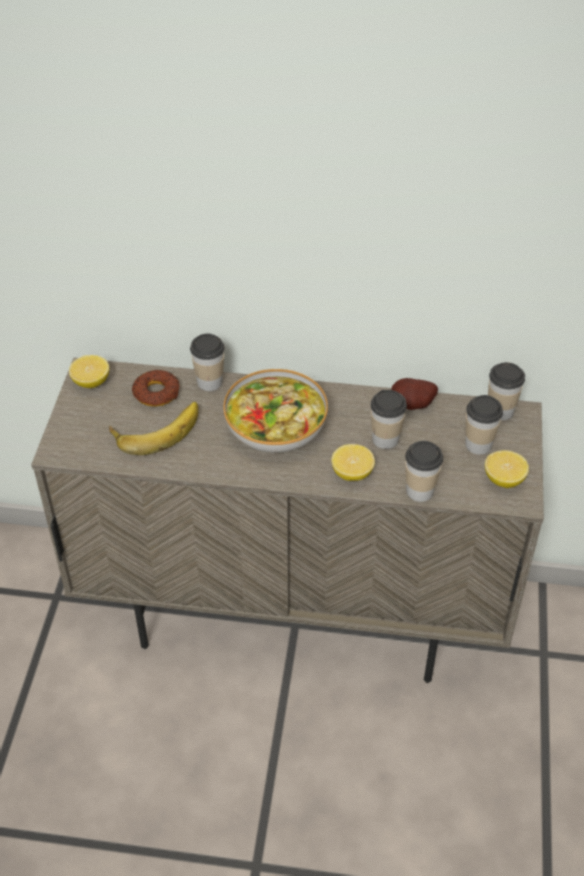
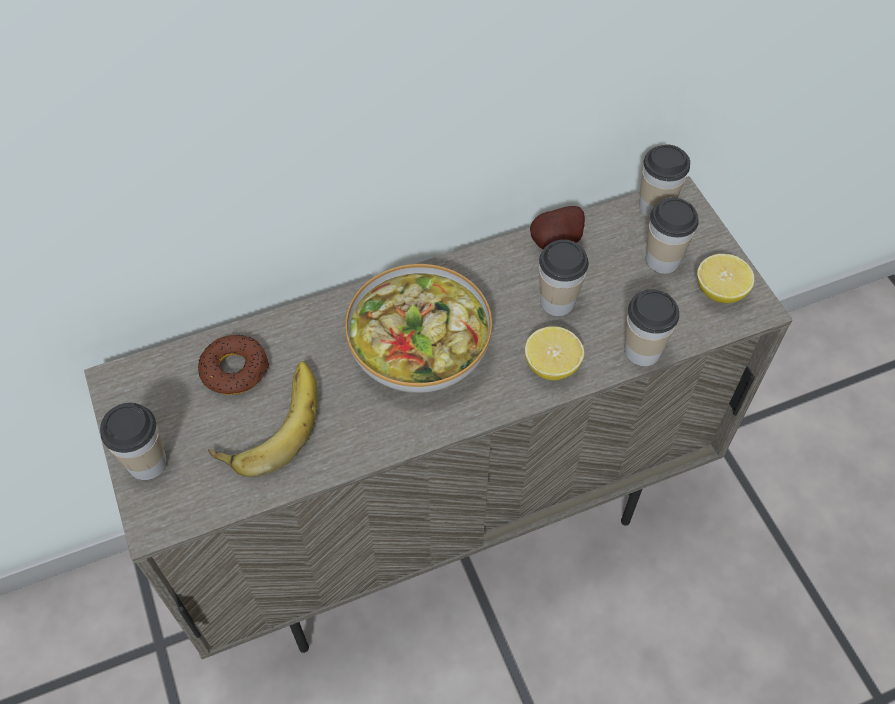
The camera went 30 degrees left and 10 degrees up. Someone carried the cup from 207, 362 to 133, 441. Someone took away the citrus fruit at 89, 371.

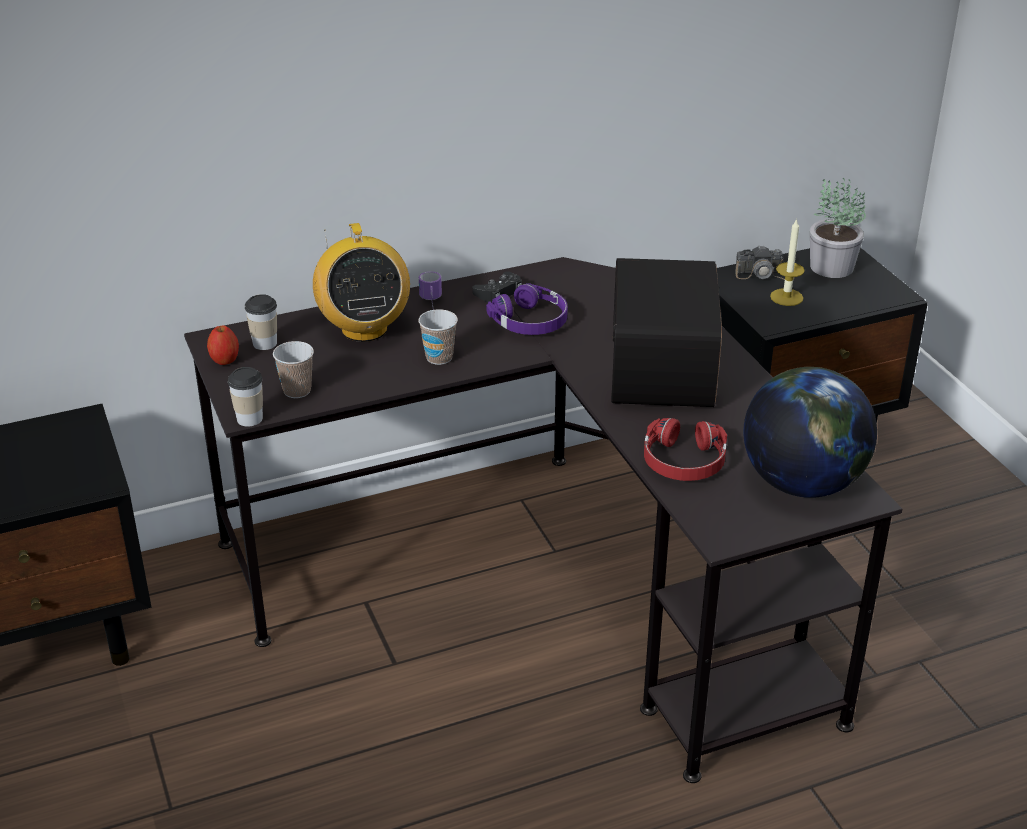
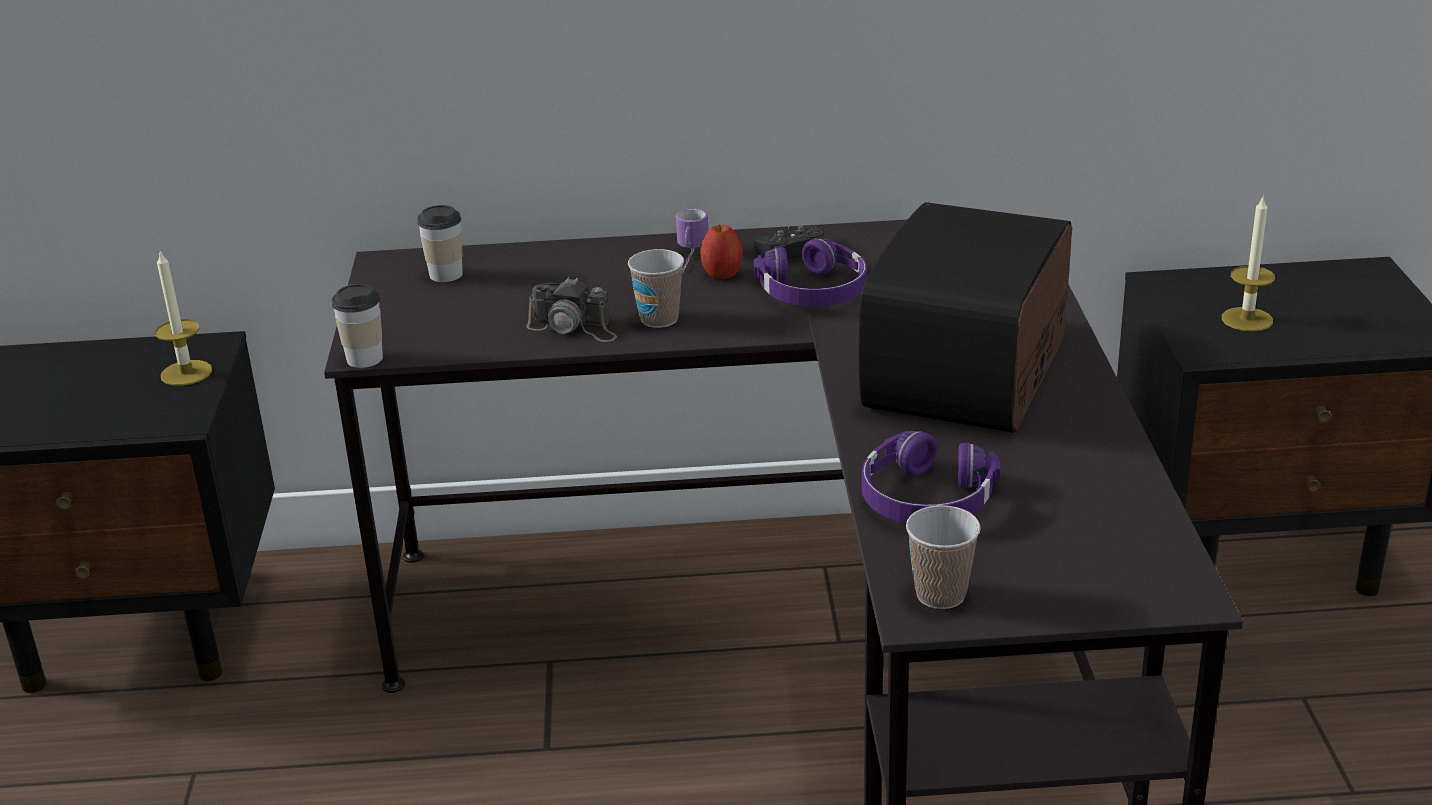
The camera went 20 degrees right and 5 degrees down. Someone took away the plant in a pot at 838, 228. Someone took away the radio set at 361, 282. Someone carried the still camera from 764, 262 to 571, 309. Someone carried the apple from 223, 345 to 721, 252. Someone carried the cup from 293, 369 to 943, 557. Someone took away the globe at 810, 432. Someone repainted the headphones (red-coloured) at 685, 449, which became the headphones (purple) at 931, 477. Someone put down the wax candle at 183, 318.

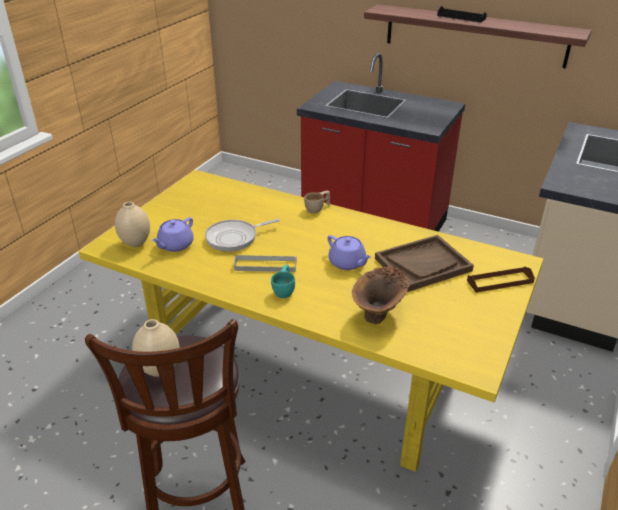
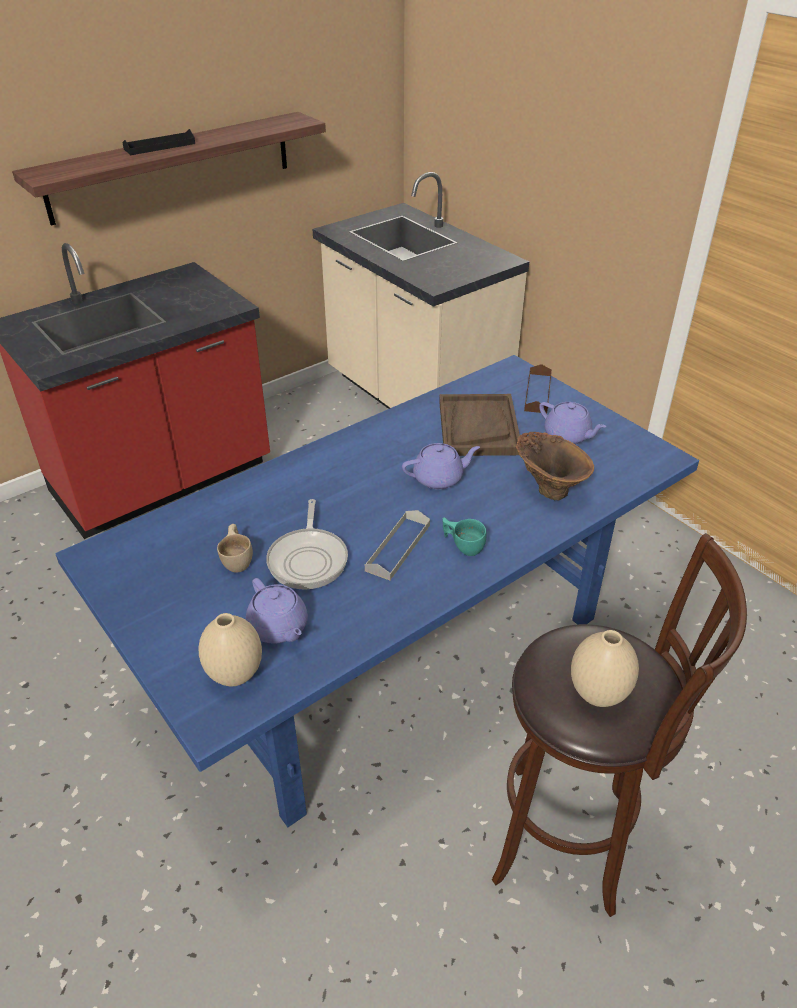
The camera went 65 degrees left and 5 degrees up. Someone repainted the dining table (yellow-coloured) at 311, 321, which became the dining table (blue) at 377, 591. Someone carried the cup (beige) from 317, 202 to 235, 548. Someone put down the pot for tea (purple) at 573, 423.

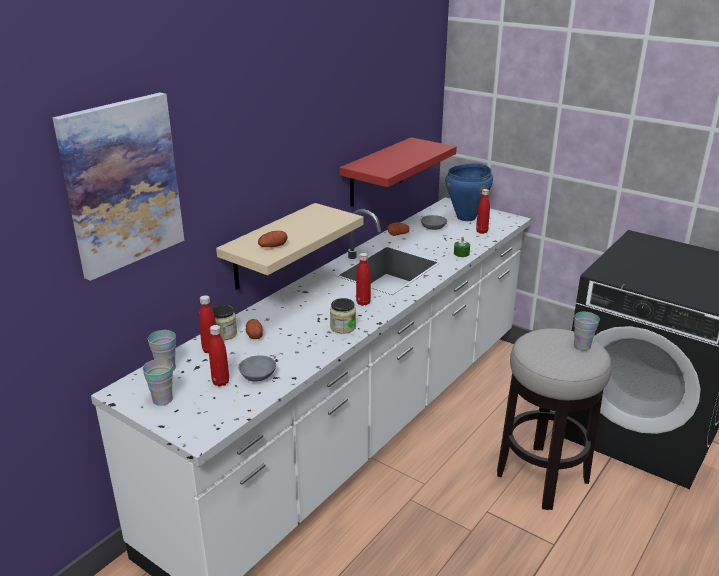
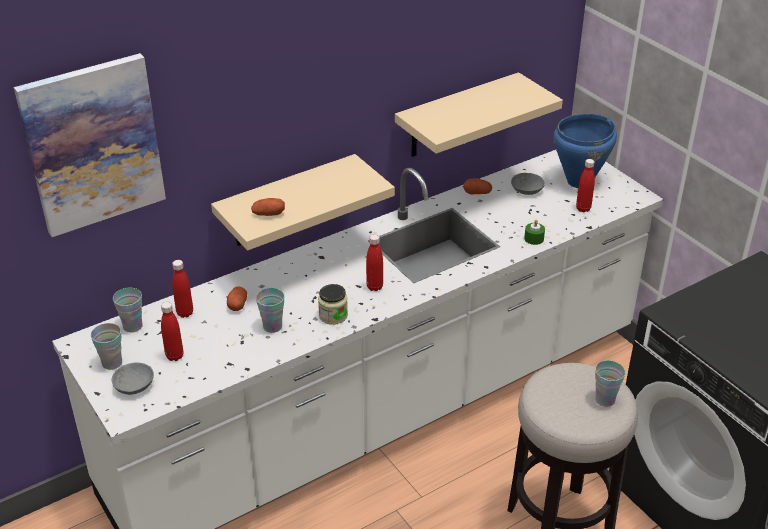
The camera went 20 degrees right and 10 degrees up. Someone repainted the bracket shelf (red-coloured) at 398, 172, which became the bracket shelf (beige) at 479, 114. Someone took away the jar at 224, 323. Someone carried the bowl (grey) from 257, 368 to 133, 378. Someone put down the cup at 270, 310.

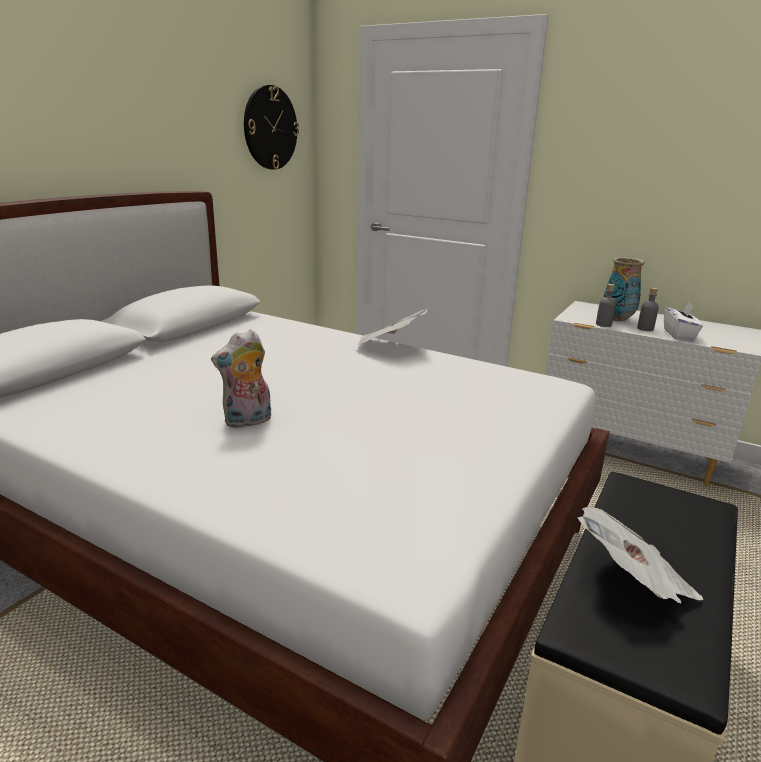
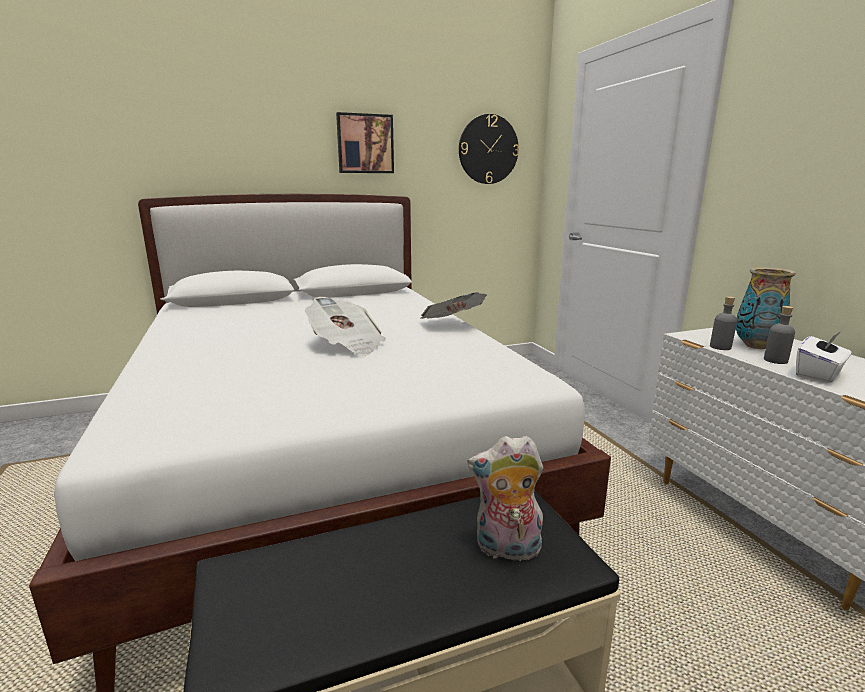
The camera went 40 degrees right and 5 degrees down. Someone carried the plush toy from 241, 378 to 505, 499. Someone carried the printed paper from 640, 555 to 345, 326. Someone put up the wall picture at 365, 142.

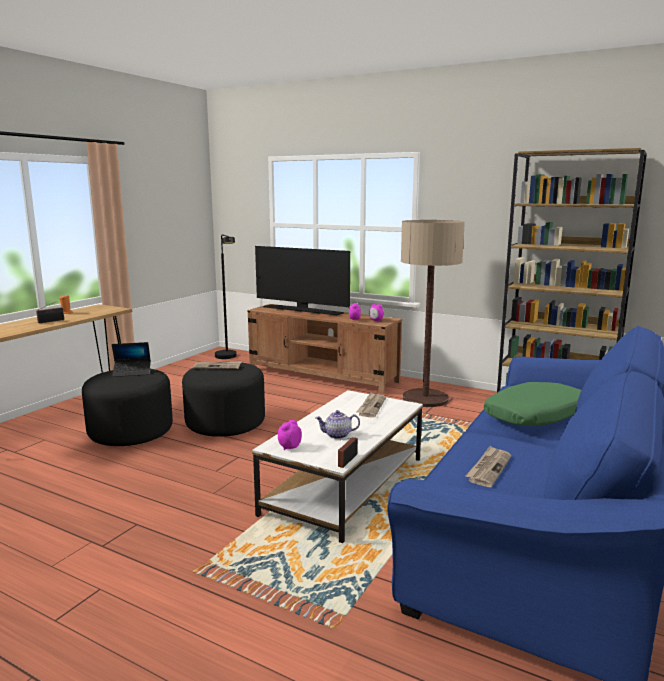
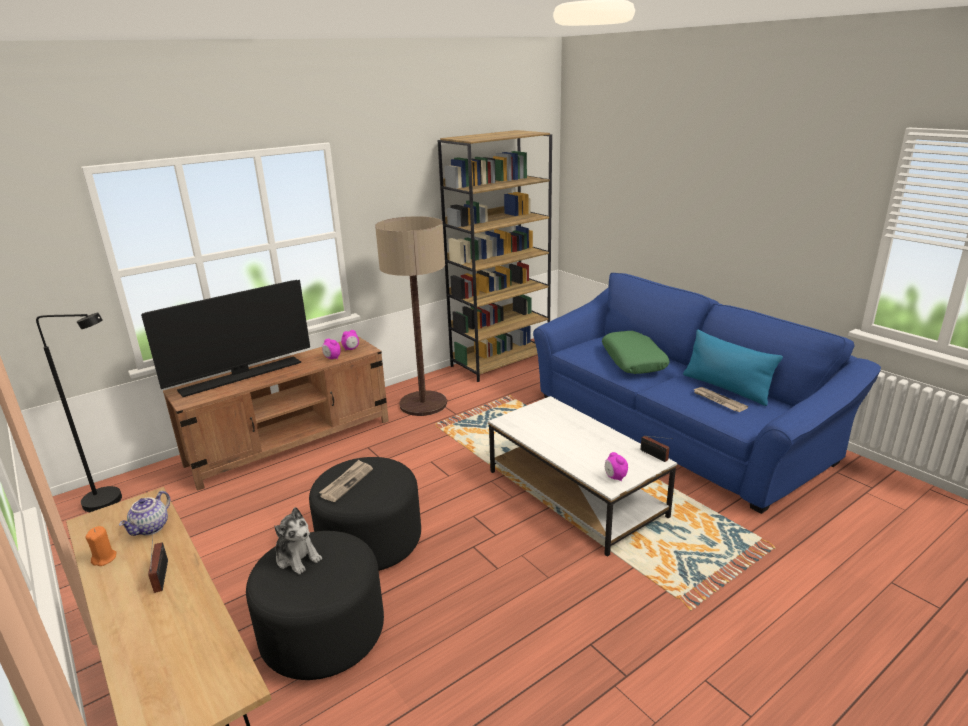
The camera went 65 degrees left and 10 degrees up. Someone swapped the notebook computer at 131, 359 for the plush toy at 298, 541. Someone took away the printed paper at 371, 405. Someone carried the pot for tea from 338, 424 to 144, 513. Someone put down the pillow (blue) at 733, 368.

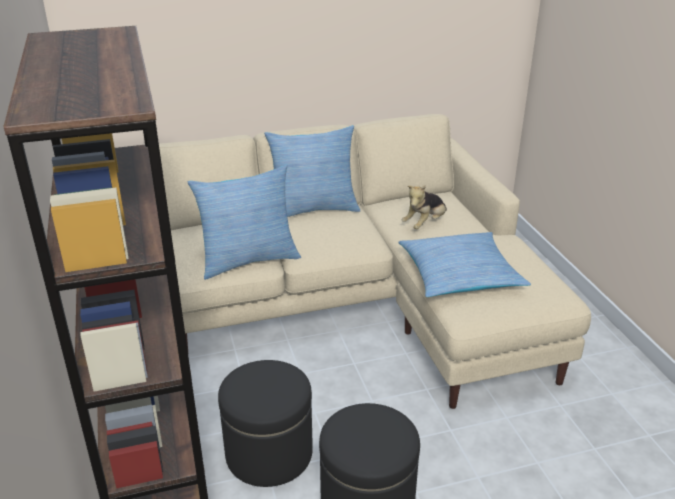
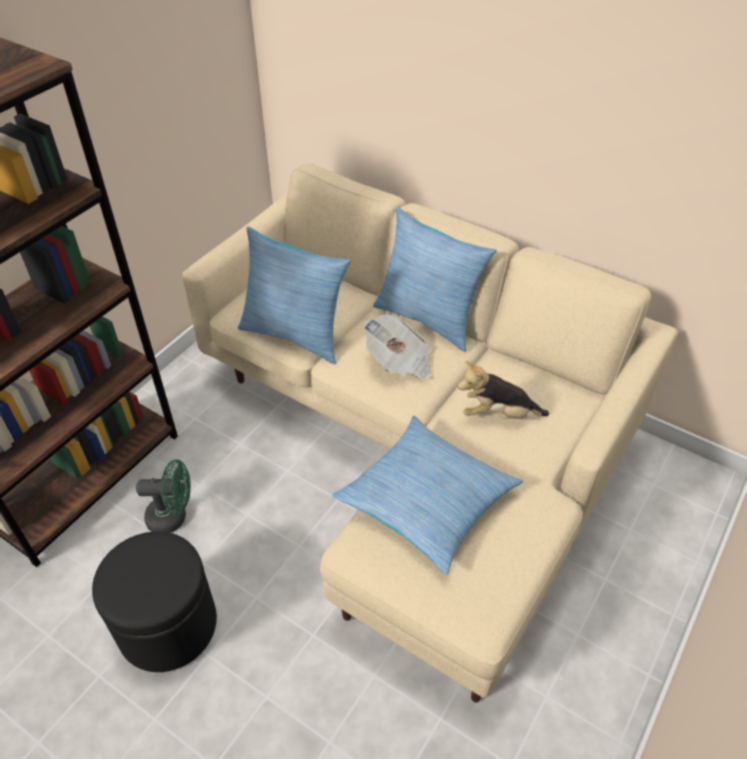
The camera went 50 degrees right and 15 degrees up. Someone swapped the footrest (black) at 265, 423 for the cooling fan (green-coloured) at 163, 496. Someone put down the printed paper at 397, 347.

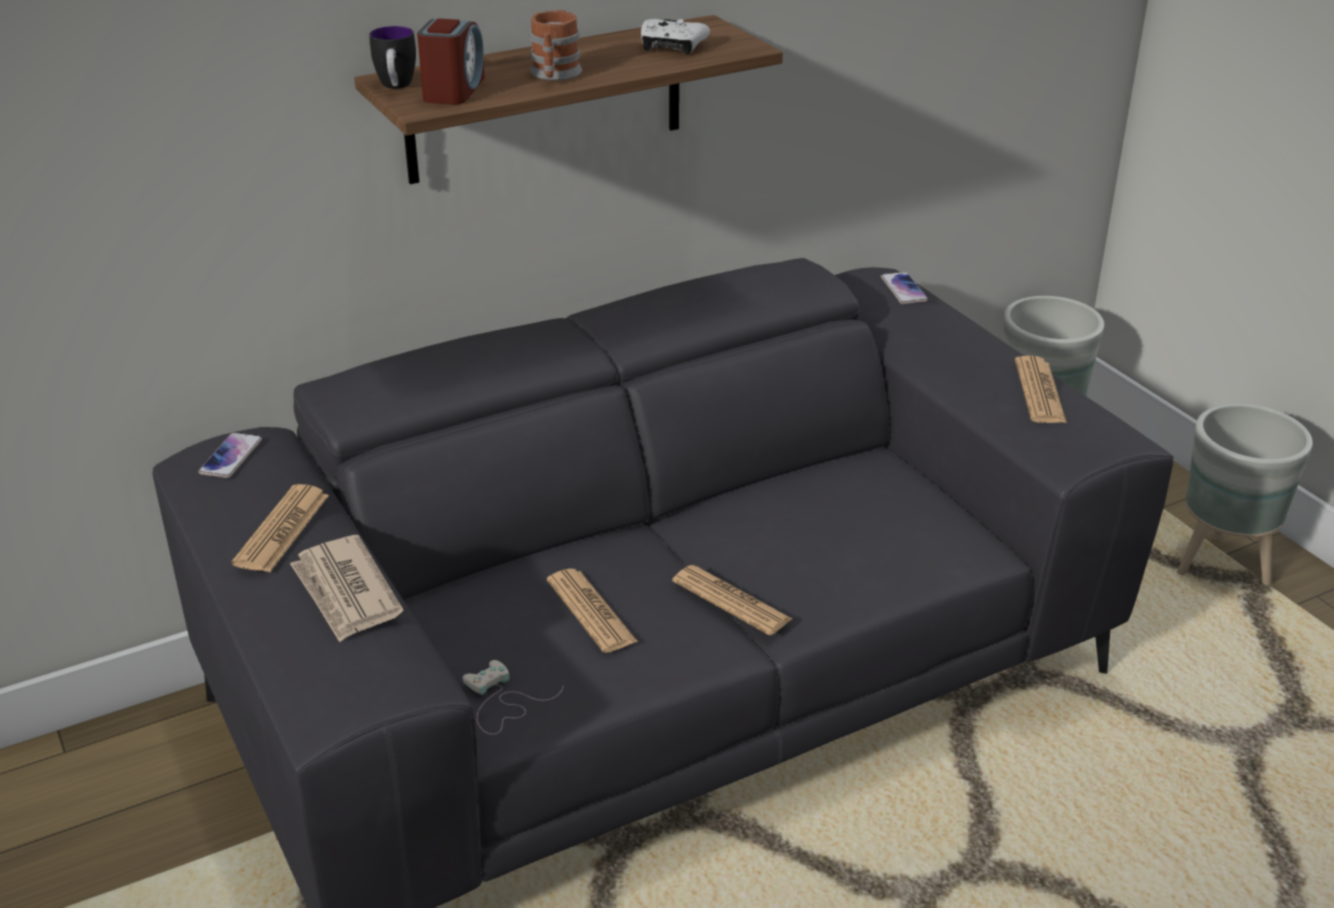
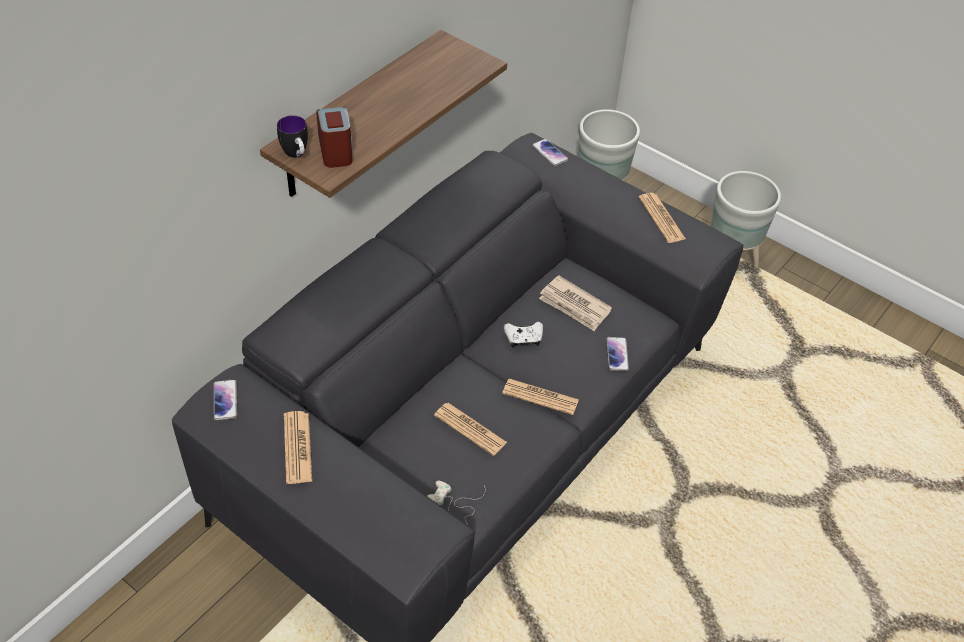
The camera went 25 degrees left and 15 degrees up. Someone took away the mug at 556, 45. Someone carried the gamepad (white) from 675, 37 to 523, 335. Someone carried the printed paper from 346, 588 to 575, 303. Someone put down the telephone at 617, 354.

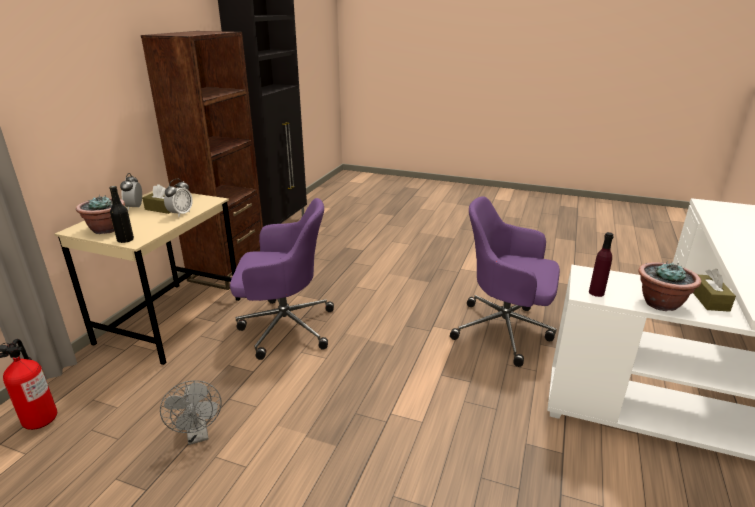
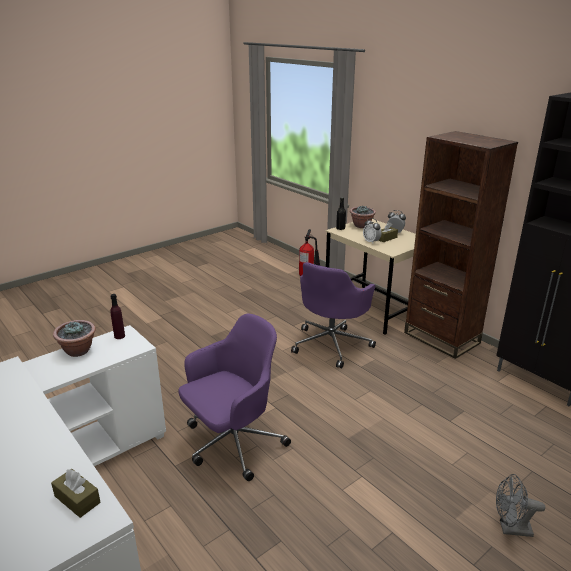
The camera went 120 degrees right and 0 degrees up. Someone carried the tissue box (brown) from 714, 290 to 76, 493. Someone carried the cooling fan (grey) from 191, 412 to 520, 505.

